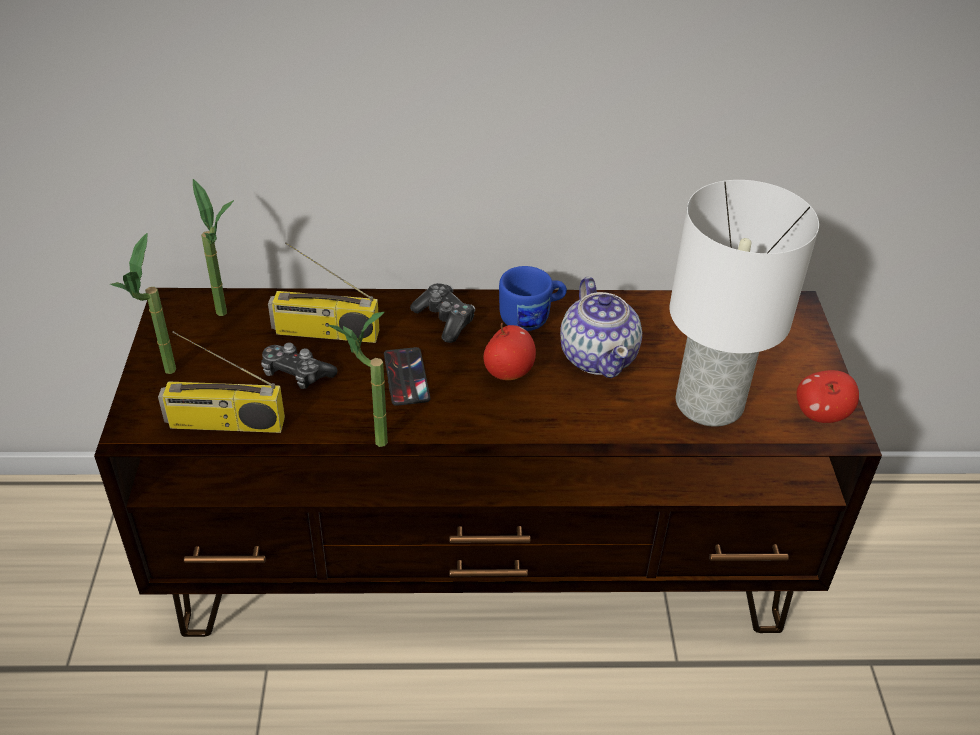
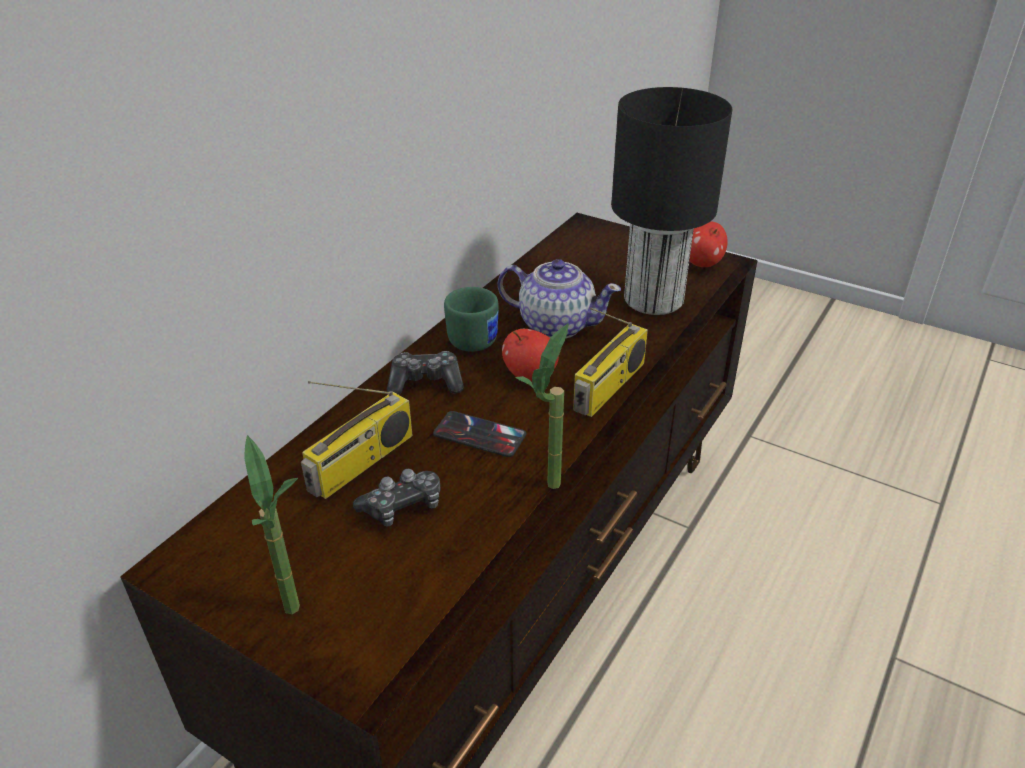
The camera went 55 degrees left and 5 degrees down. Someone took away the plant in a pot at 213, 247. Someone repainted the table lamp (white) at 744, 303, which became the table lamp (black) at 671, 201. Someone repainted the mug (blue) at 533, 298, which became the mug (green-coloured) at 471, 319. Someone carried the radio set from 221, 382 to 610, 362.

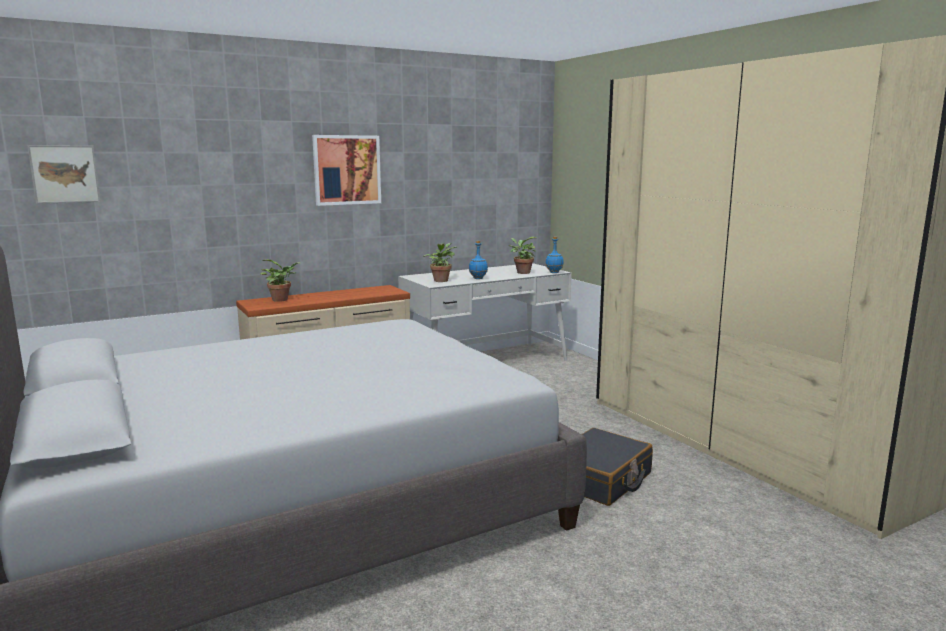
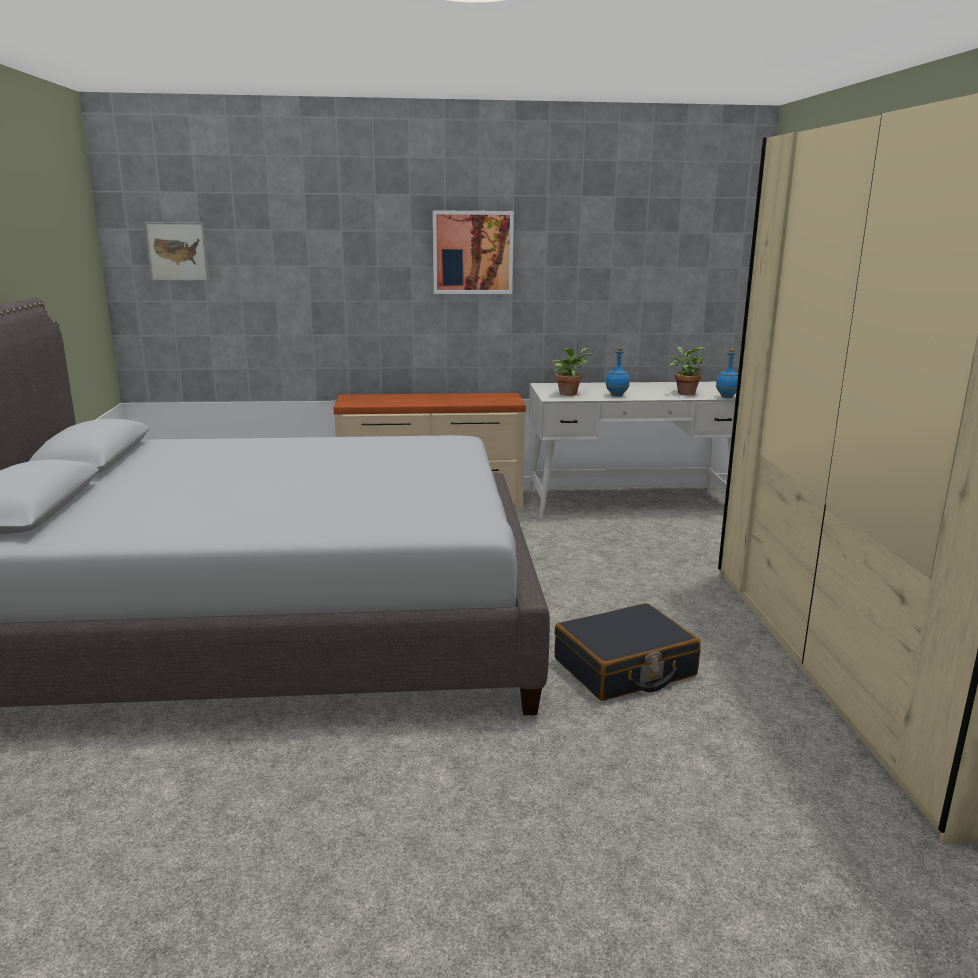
The camera went 25 degrees right and 5 degrees up. Someone took away the plant in a pot at 280, 280.

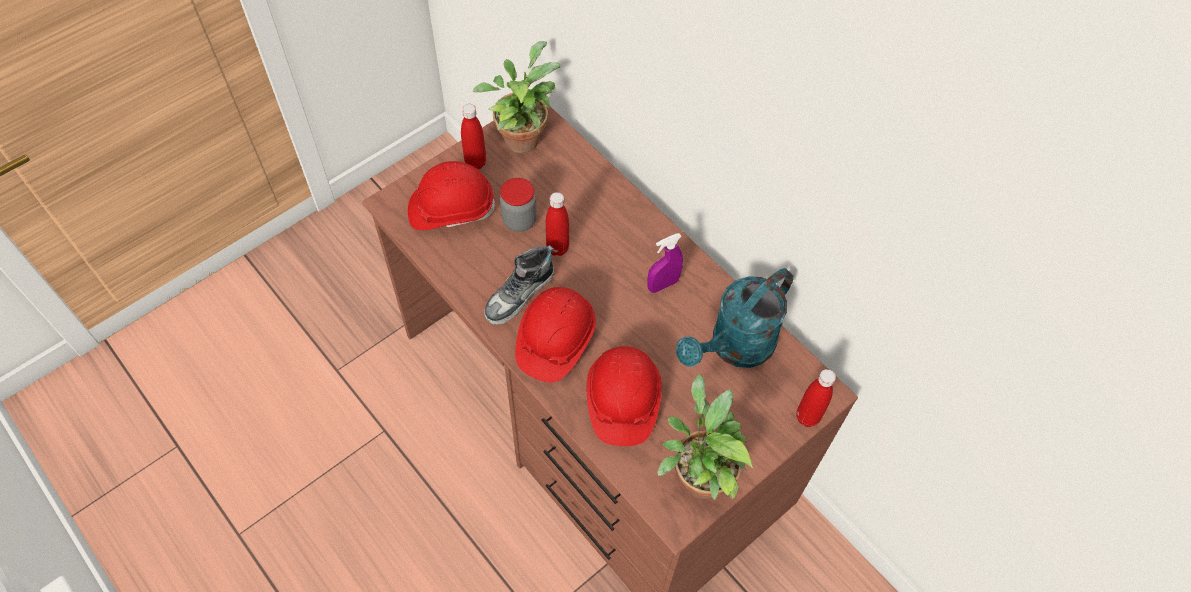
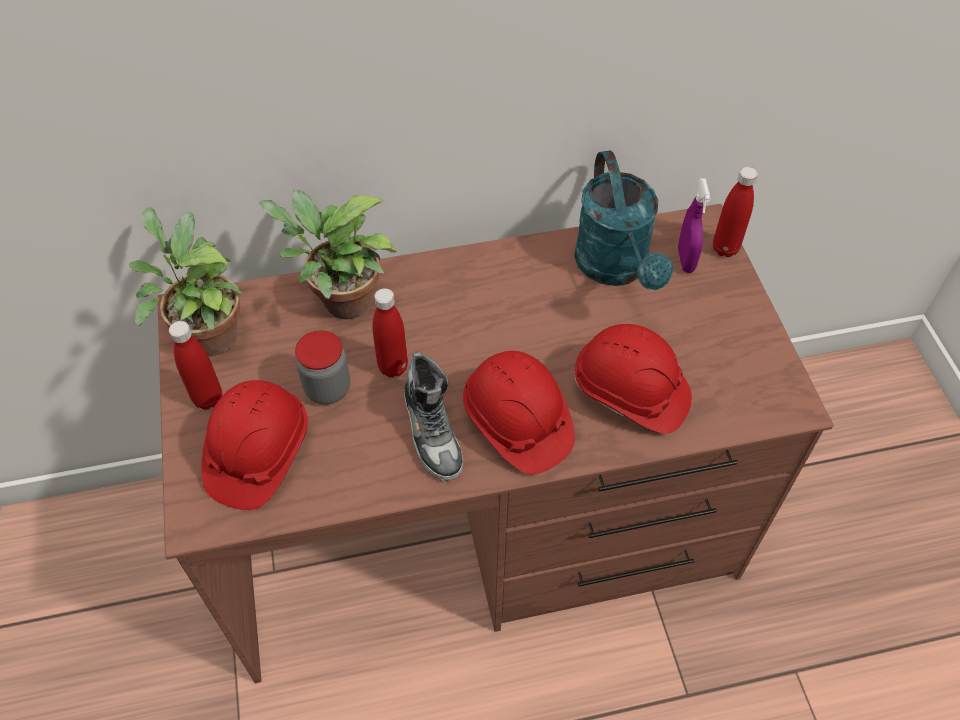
The camera went 60 degrees left and 5 degrees down. Someone carried the sprayer (purple) from 665, 263 to 694, 225. Someone carried the plant in a pot from 705, 437 to 328, 254.

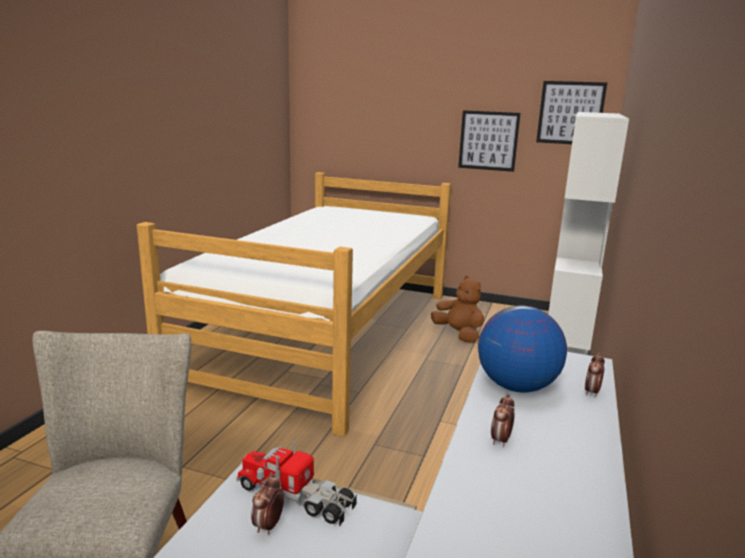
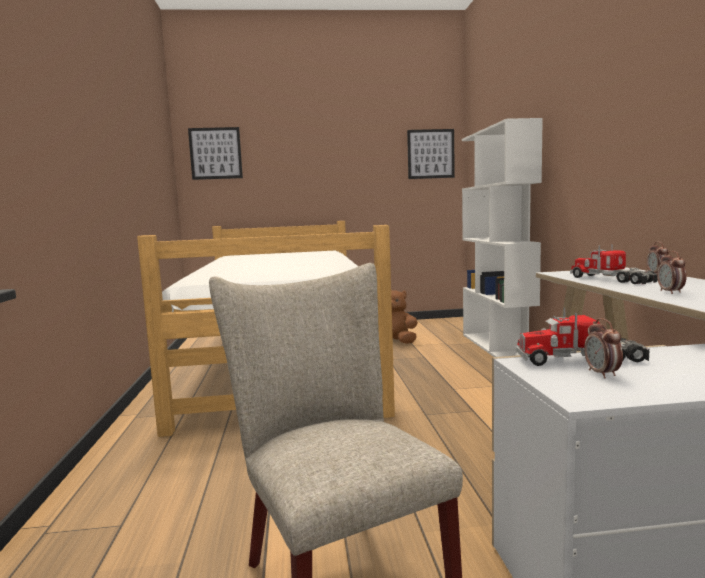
The camera went 25 degrees left and 10 degrees down. Someone carried the wall picture from 489, 141 to 215, 153. Someone swapped the globe at 522, 349 for the toy truck at 613, 264.

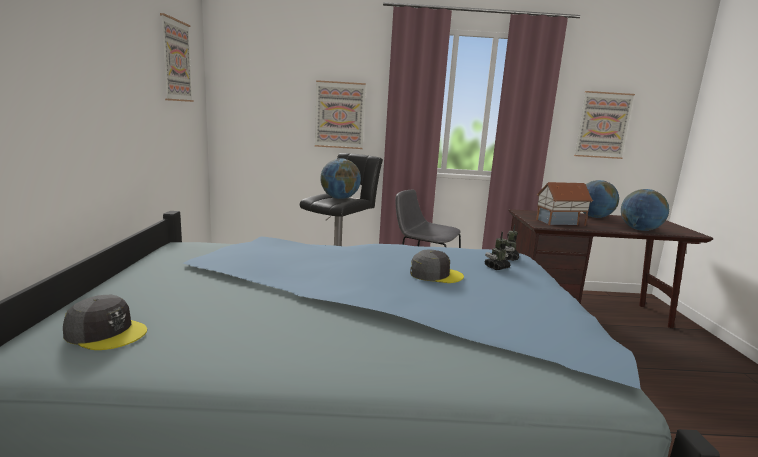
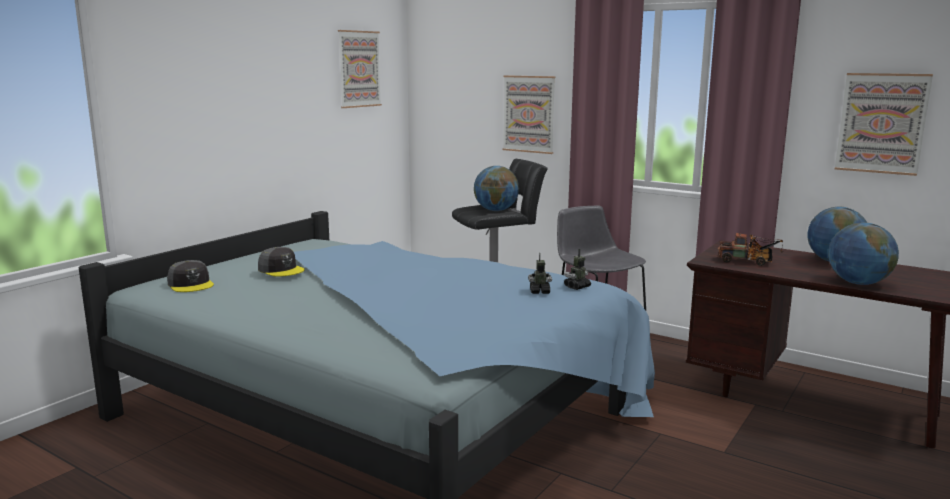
The camera went 35 degrees right and 0 degrees up. Someone swapped the miniature house at 564, 204 for the toy truck at 750, 249. Someone carried the baseball cap (grey) from 437, 266 to 281, 262.

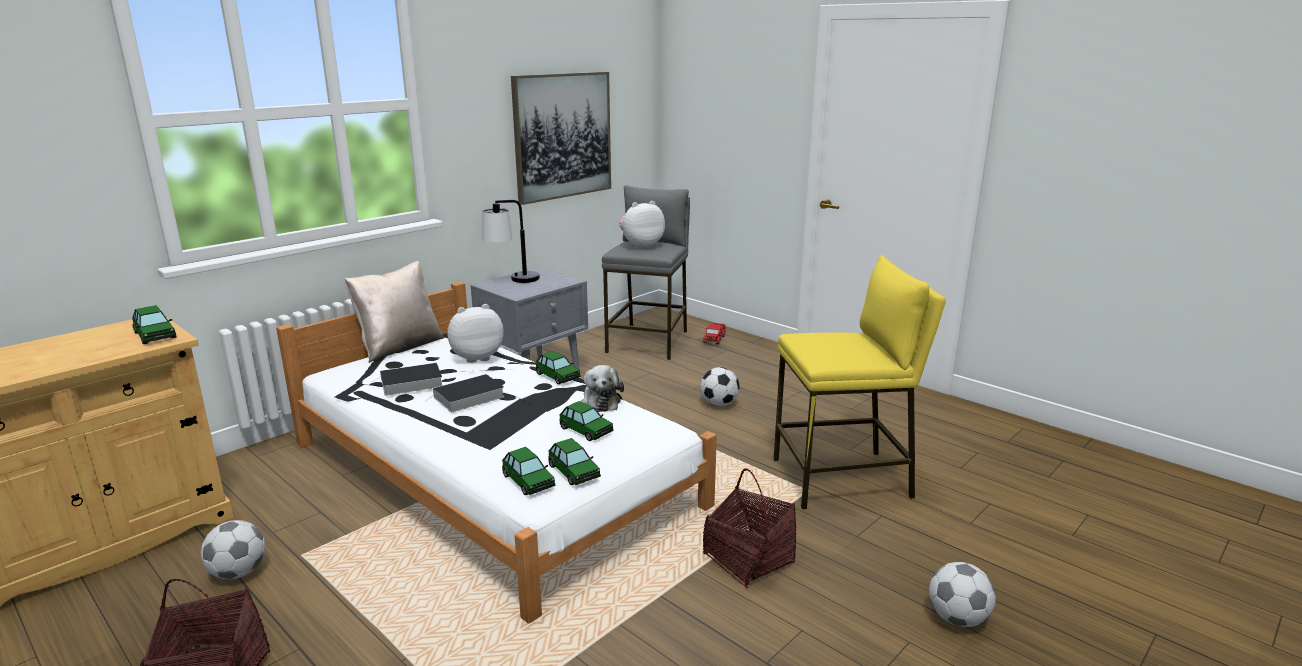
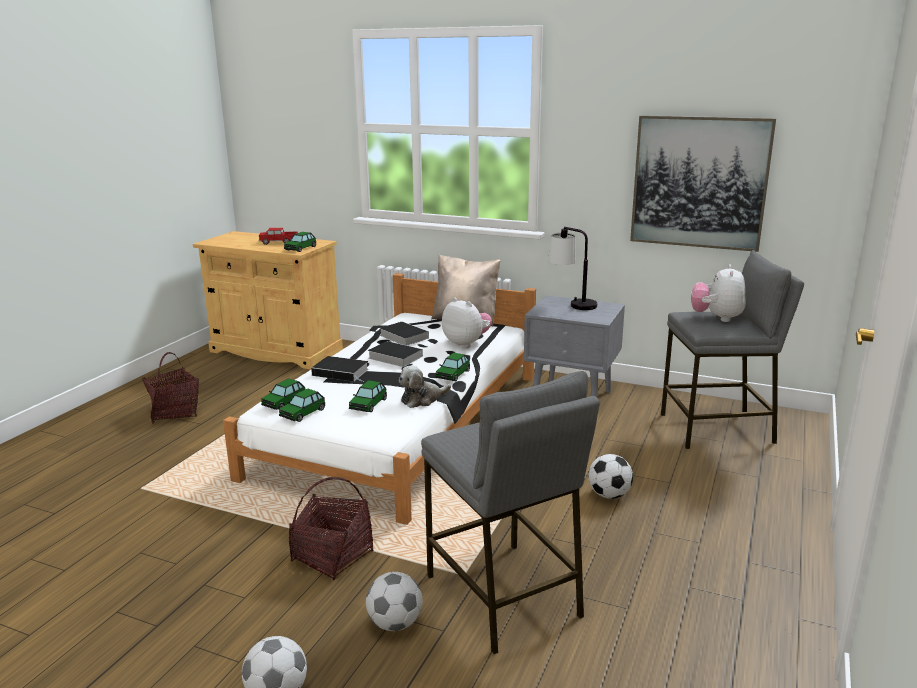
The camera went 70 degrees right and 0 degrees up. Someone rotated the plush toy at 642, 225 by 120 degrees counterclockwise. Someone repainted the sitting stool (yellow-coloured) at 859, 382, which became the sitting stool (grey) at 510, 512. Someone carried the toy truck from 714, 333 to 278, 236. Someone carried the ball for football from 233, 549 to 394, 601. Someone put down the book at 340, 369.

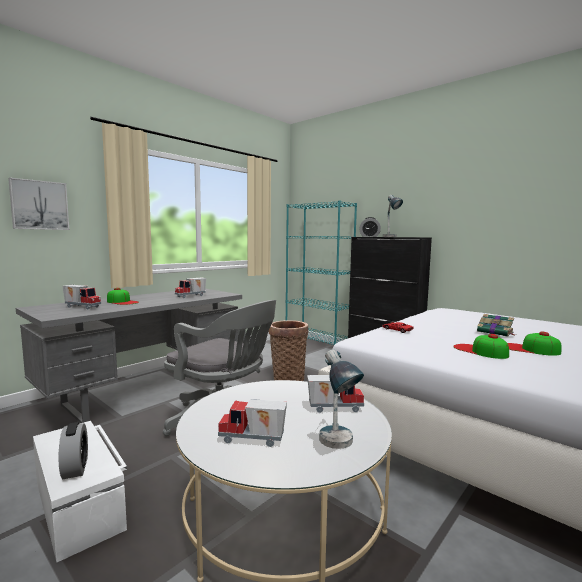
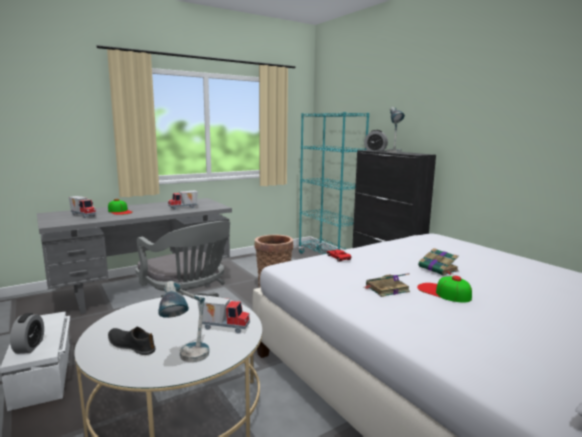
The camera went 15 degrees right and 5 degrees up. Someone took away the wall picture at 38, 204. Someone swapped the baseball cap at 481, 346 for the book at 387, 285. Someone swapped the toy truck at 252, 423 for the shoe (black) at 132, 341.

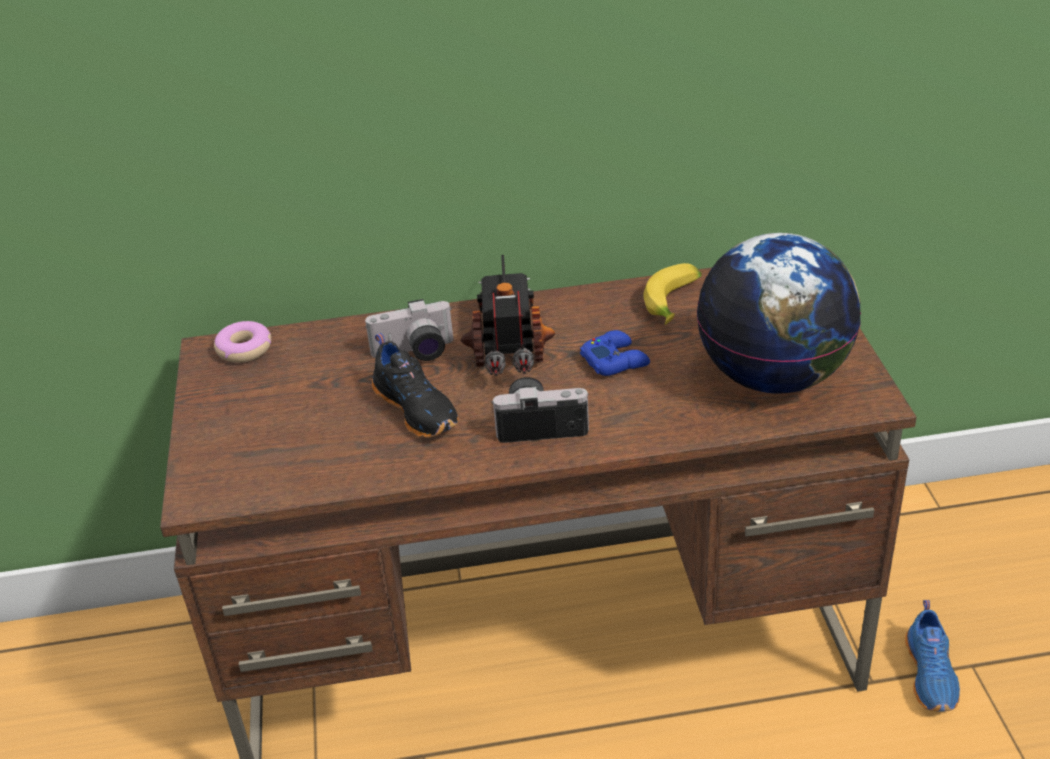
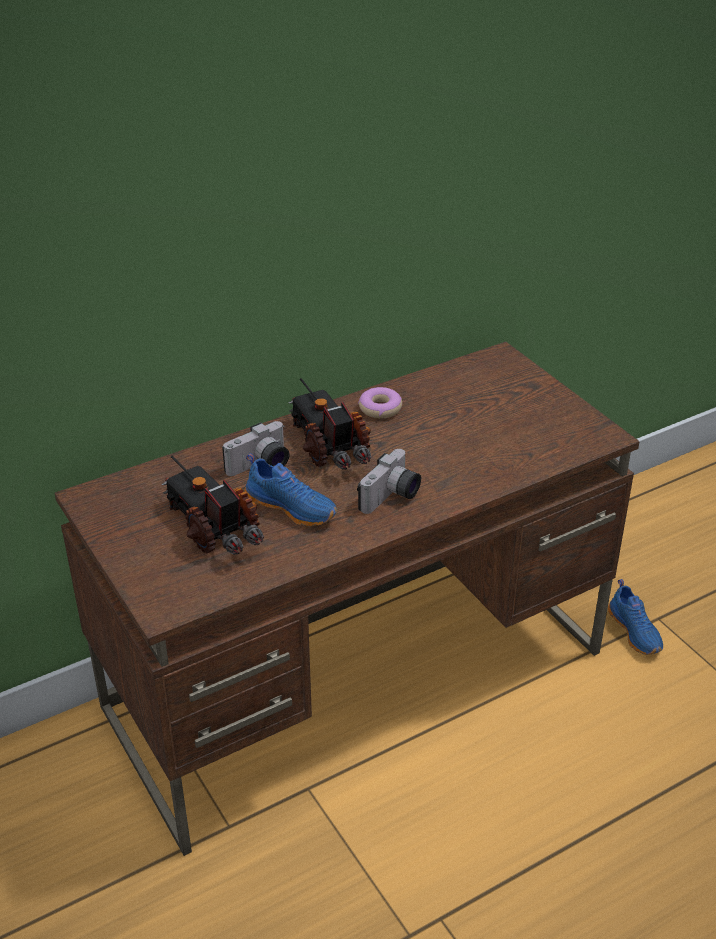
The camera went 25 degrees left and 0 degrees up. Someone took away the globe at 778, 313. Someone took away the whole banana at 673, 294. Someone carried the doughnut from 242, 342 to 380, 402. Someone took away the gamepad (blue) at 615, 353. Someone repainted the shoe (black) at 415, 385, which became the shoe (blue) at 290, 490. Someone rotated the still camera at 540, 410 by 150 degrees clockwise. Someone put down the toy truck at 212, 505.

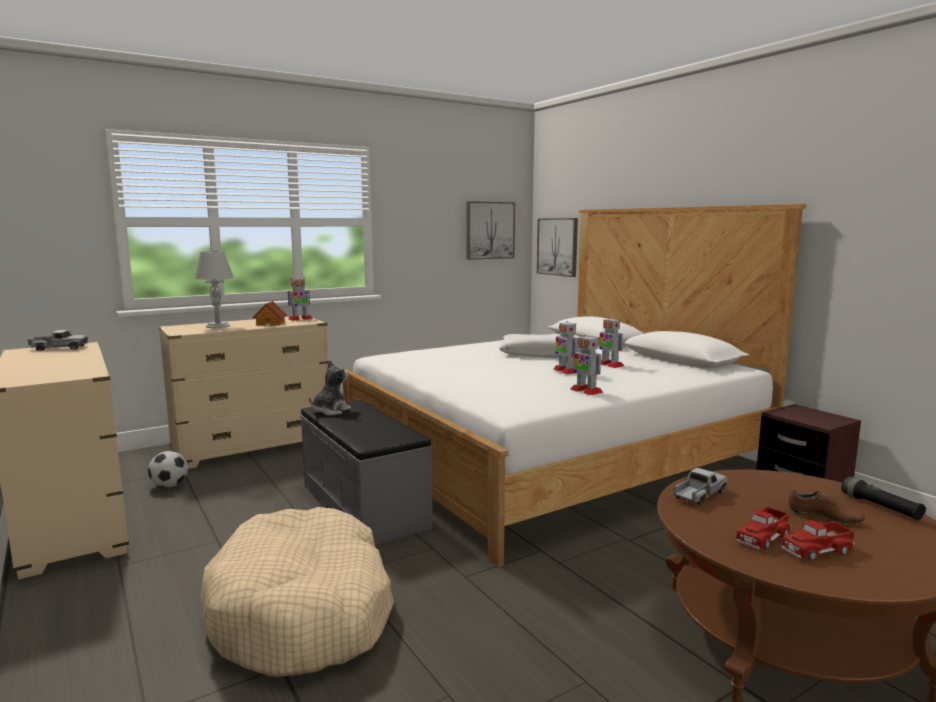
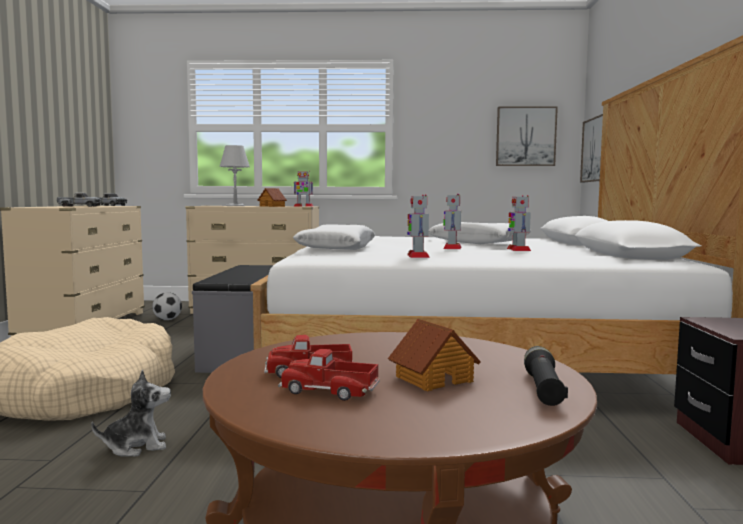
The camera went 35 degrees right and 5 degrees down. Someone carried the plush toy from 330, 388 to 131, 413. Someone carried the toy truck from 701, 486 to 78, 200. Someone swapped the shoe (brown) at 826, 507 for the miniature house at 434, 355. Someone put down the pillow (white) at 334, 237.

